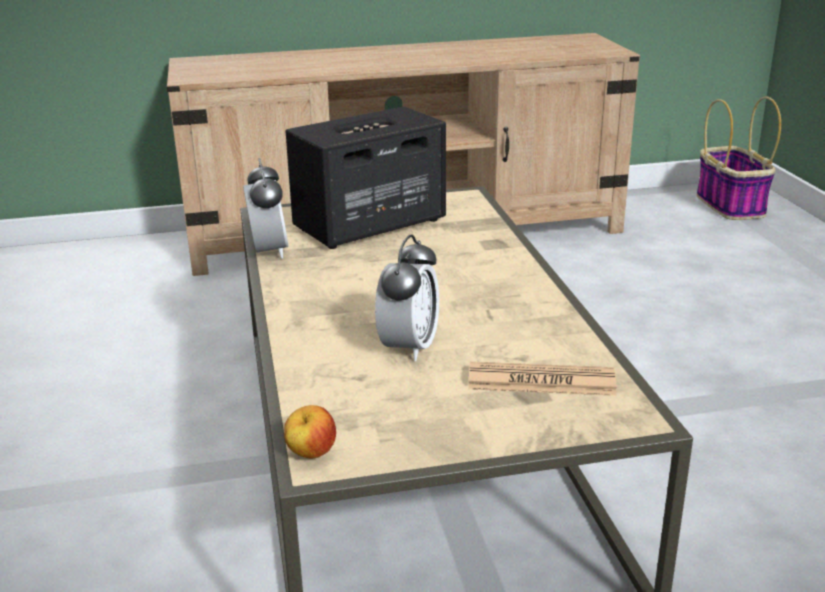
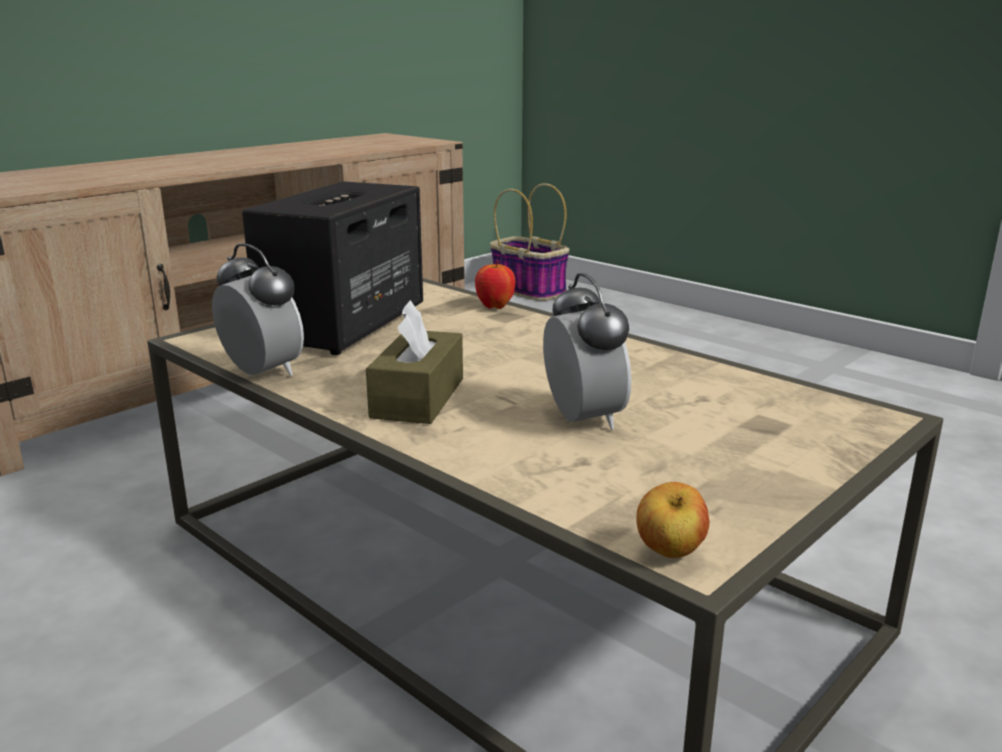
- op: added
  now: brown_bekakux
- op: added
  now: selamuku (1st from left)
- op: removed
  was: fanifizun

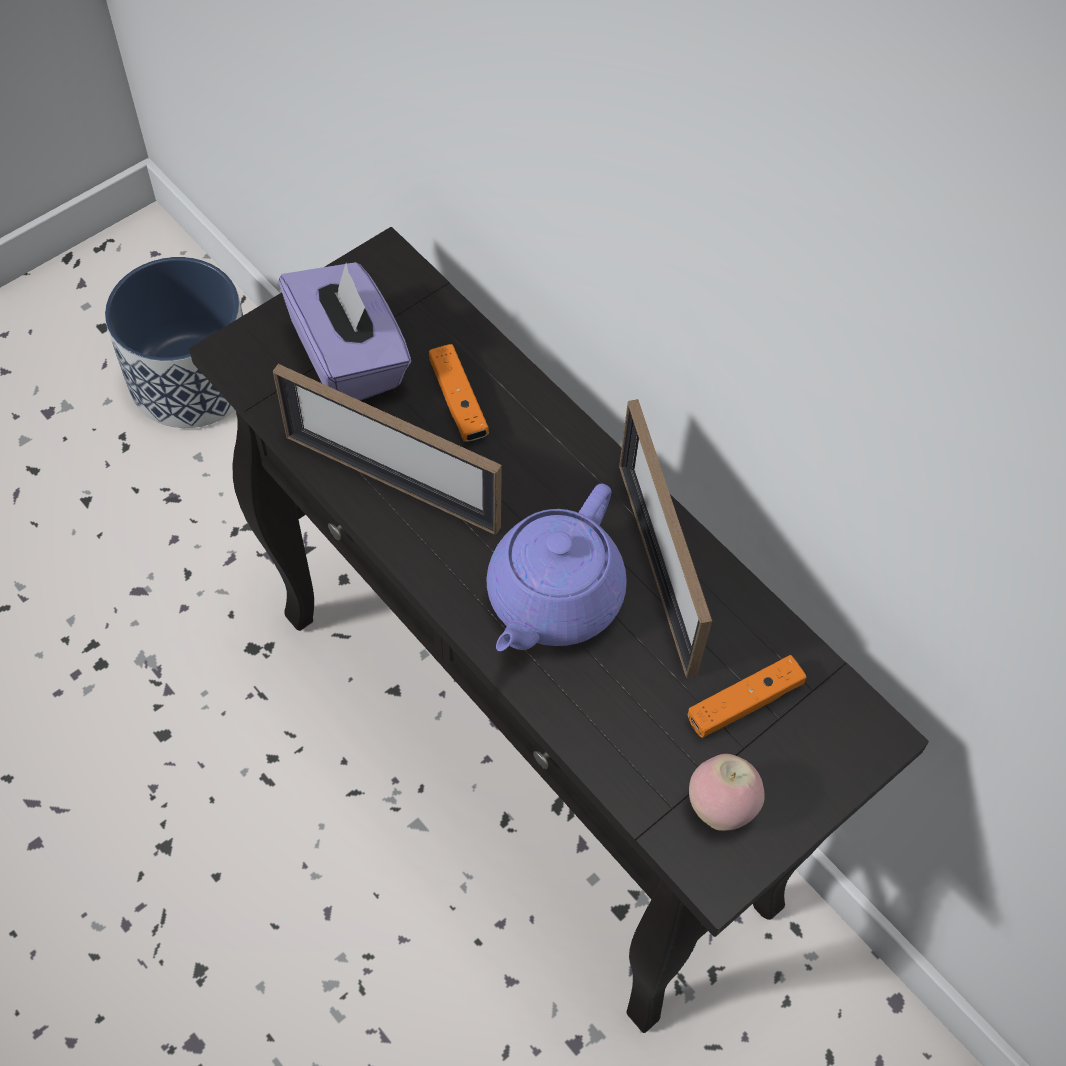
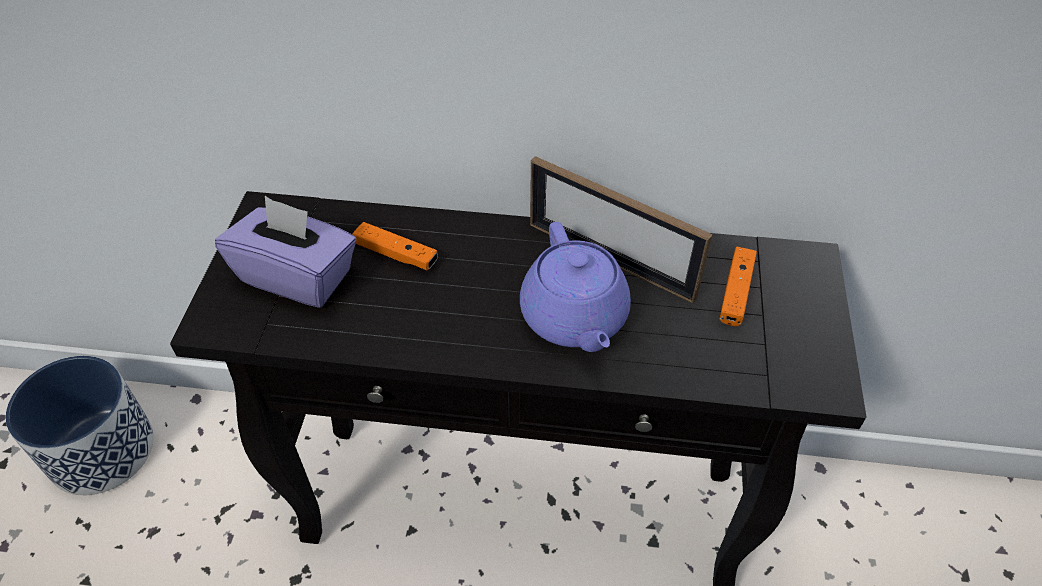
- op: removed
  was: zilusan (1st from left)
- op: removed
  was: selamuku

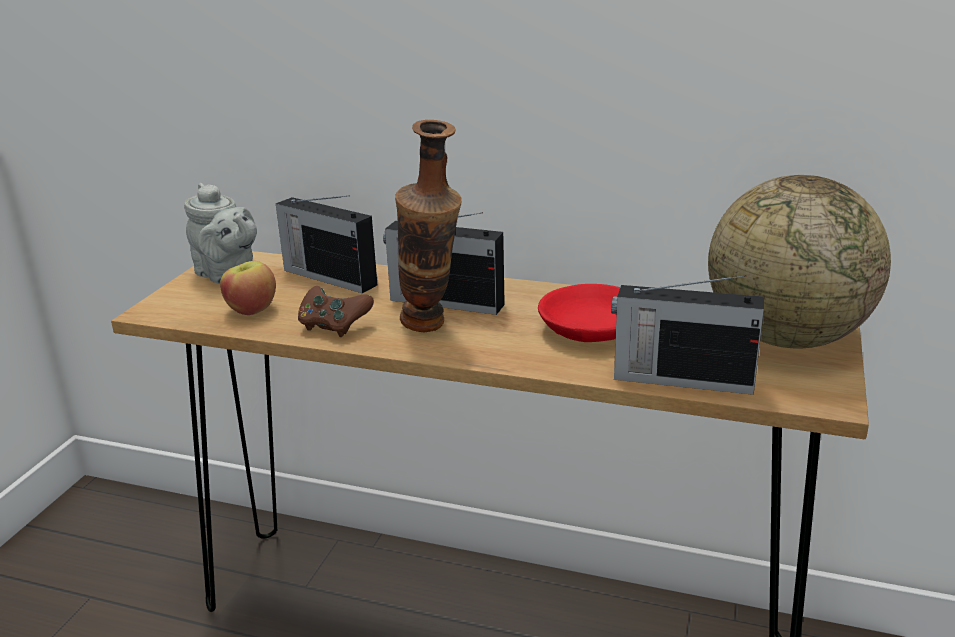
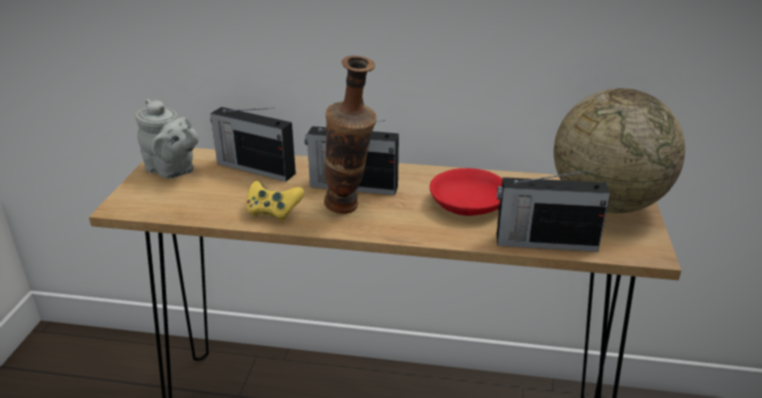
- op: recoloured
  was: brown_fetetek
  now: yellow_fetetek
- op: removed
  was: selamuku

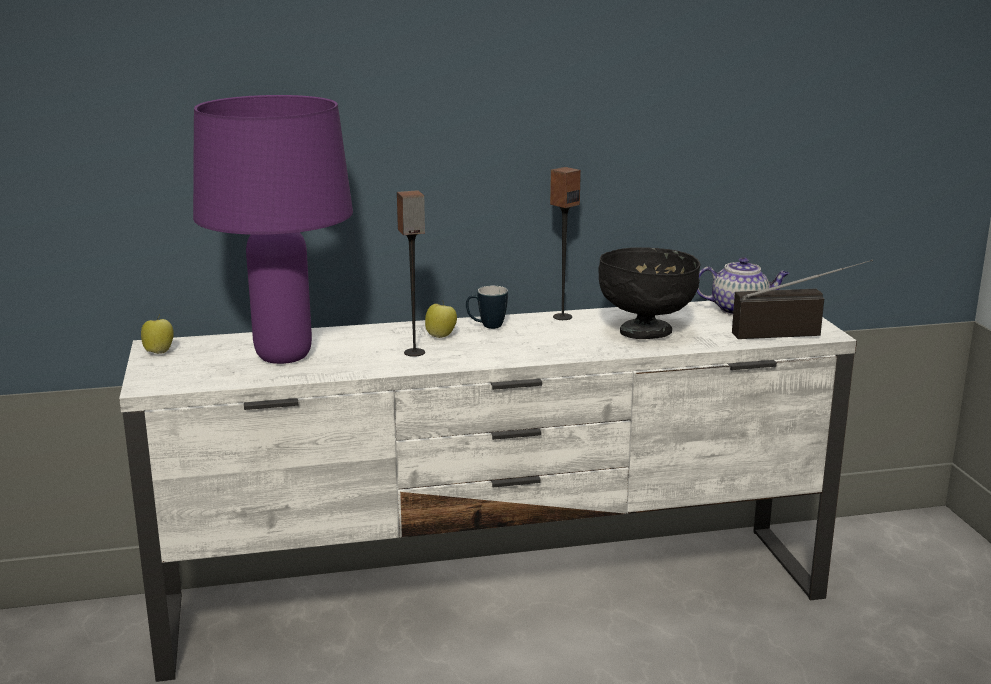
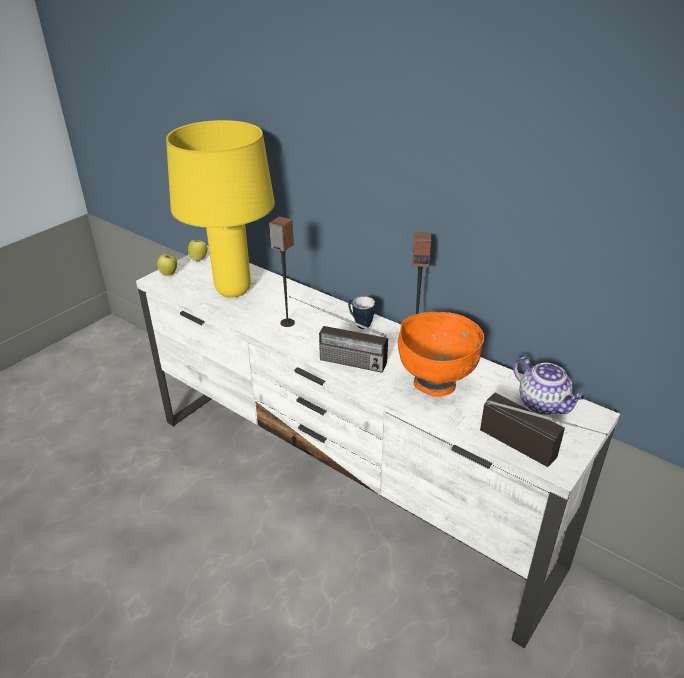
- op: moved
  was: selamuku (2nd from left in the first image)
  now: selamuku (1st from left)
- op: recoloured
  was: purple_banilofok
  now: yellow_banilofok
- op: added
  now: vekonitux (1st from left)
- op: recoloured
  was: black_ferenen
  now: orange_ferenen

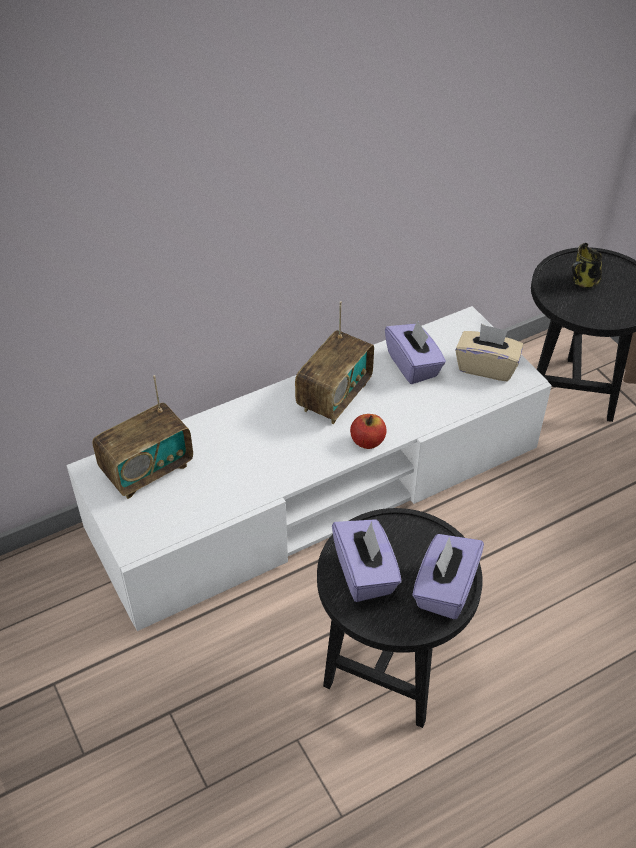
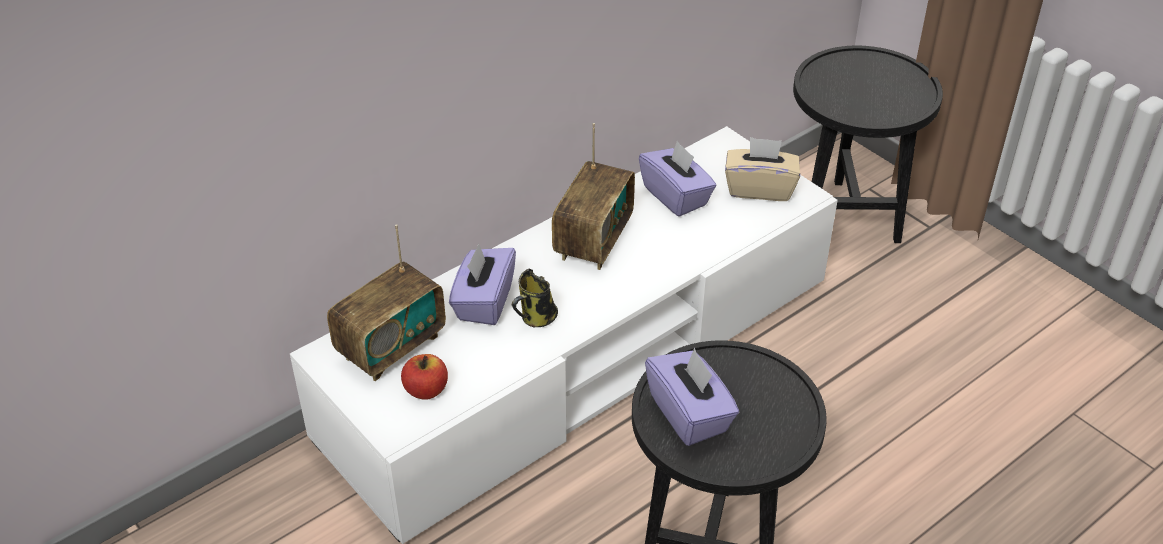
- op: moved
  was: selamuku
- op: moved
  was: purple_bekakux (3rd from left in the first image)
  now: purple_bekakux (1st from left)
- op: moved
  was: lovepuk

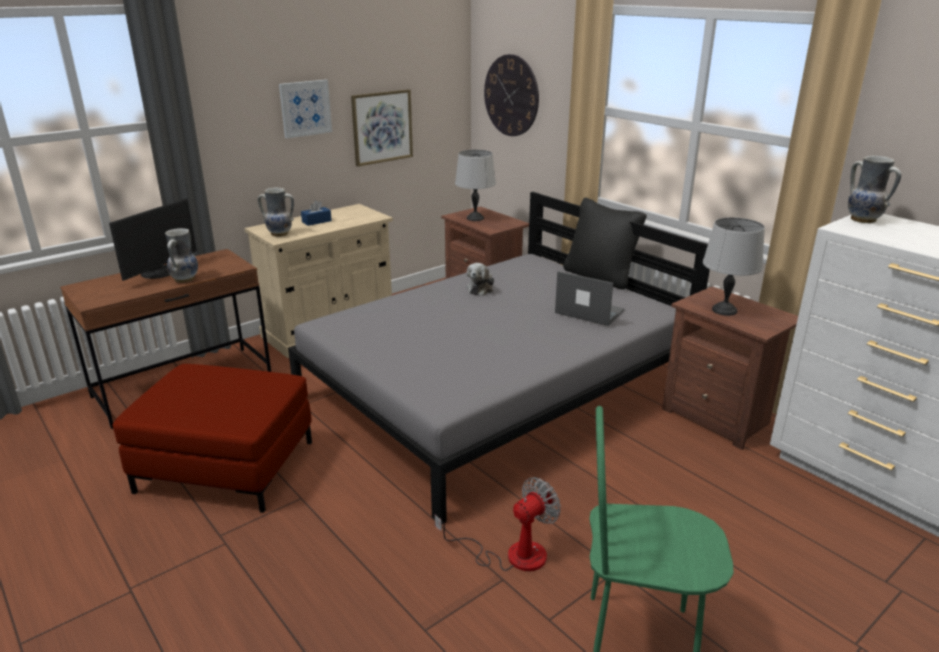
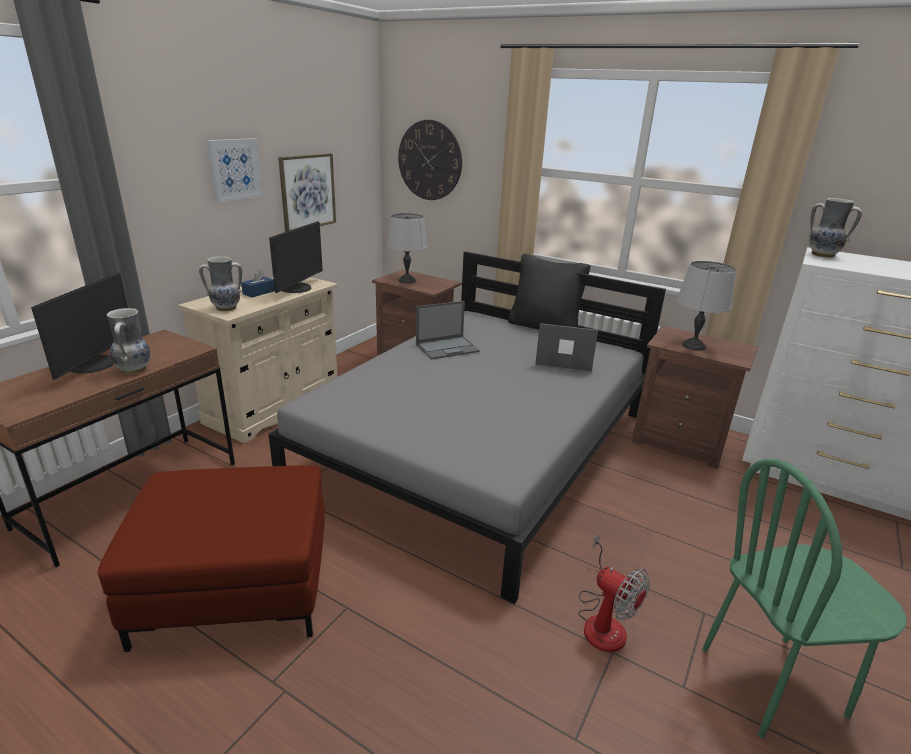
- op: added
  now: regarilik (2nd from left)
- op: replaced
  was: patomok
  now: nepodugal (1st from left)
- op: turned
  was: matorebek
  clockwise: 105

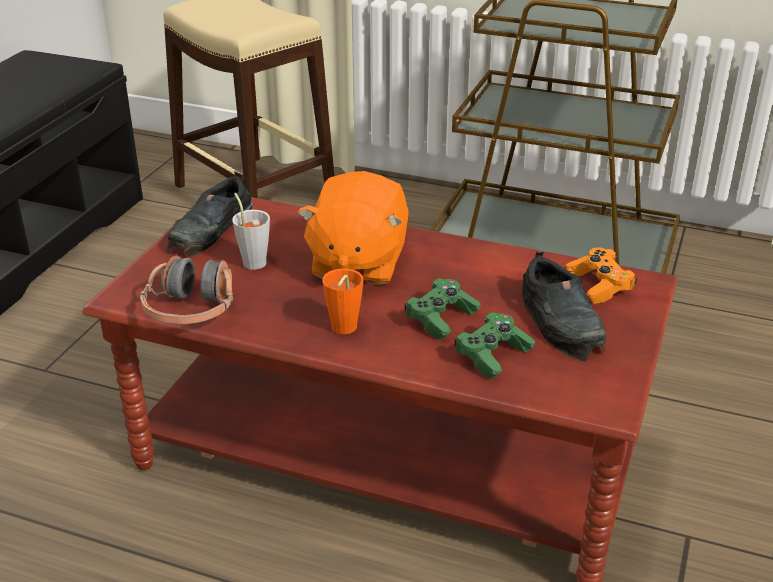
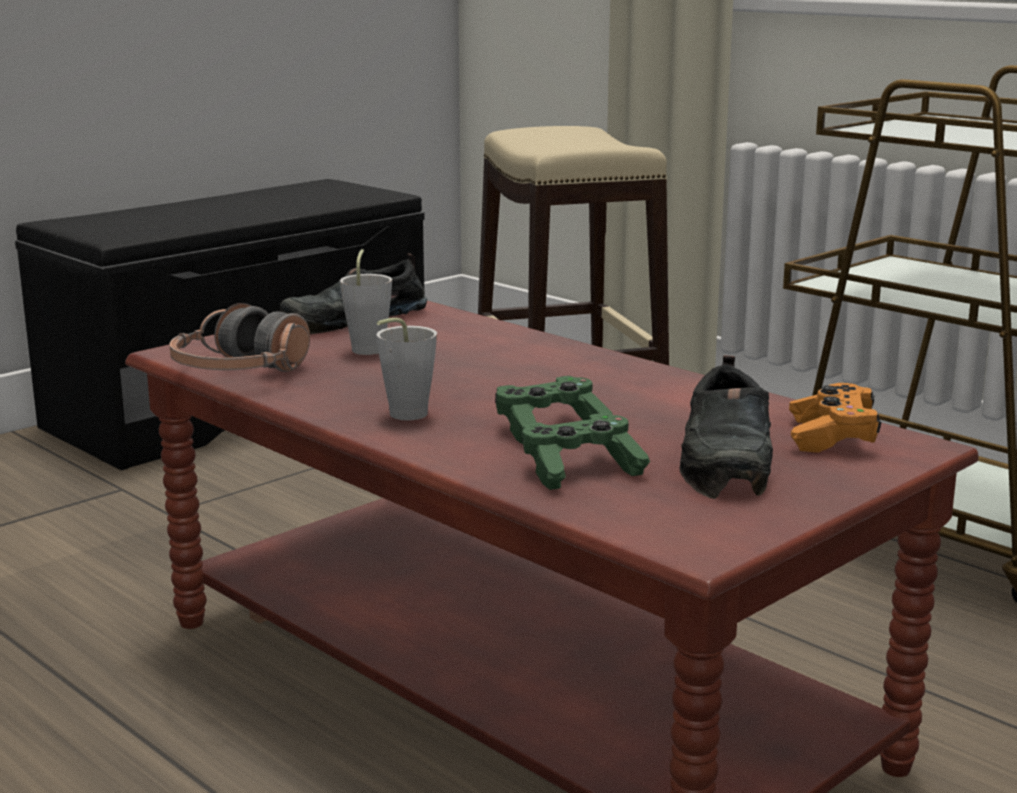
- op: recoloured
  was: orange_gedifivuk
  now: grey_gedifivuk (2nd from left)
- op: removed
  was: orange_patomok

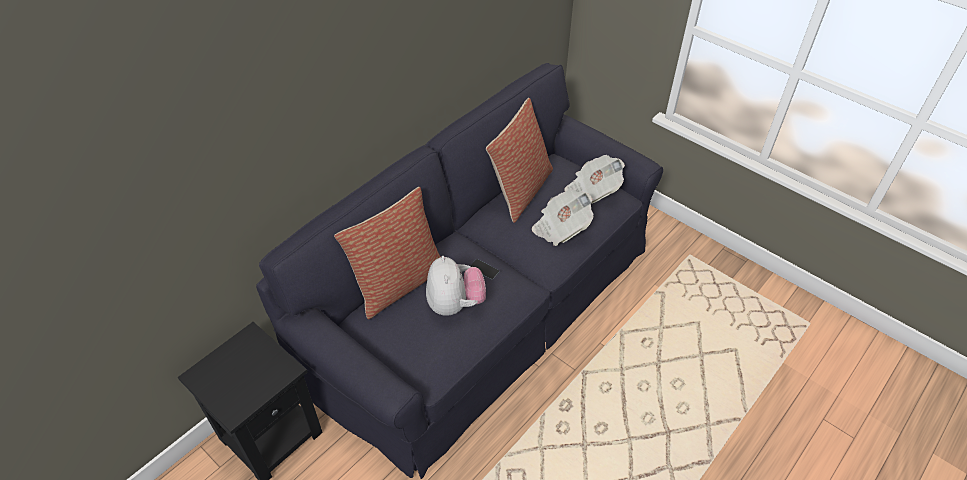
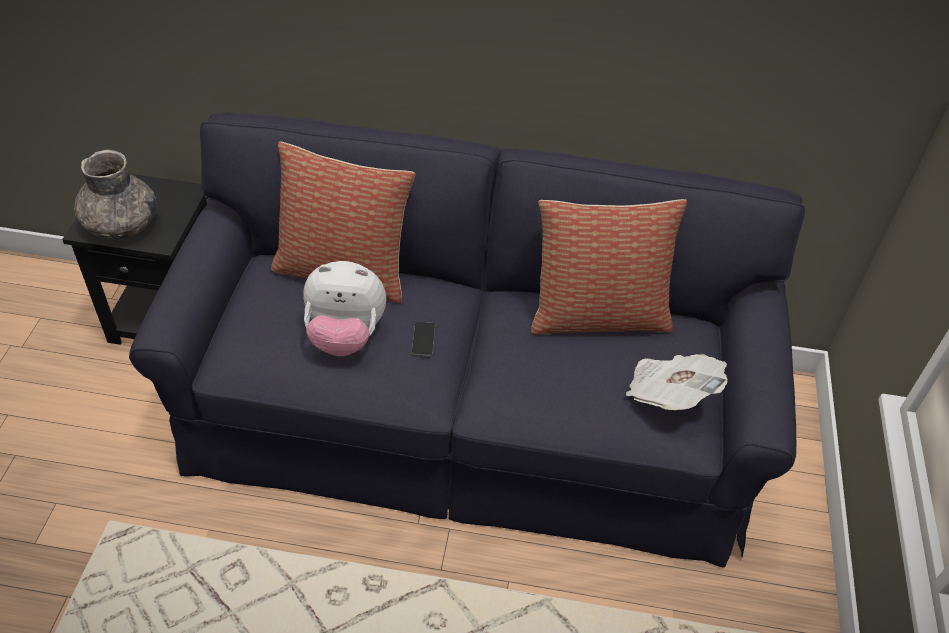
- op: added
  now: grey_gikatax
- op: turned
  was: patomok
  clockwise: 45
- op: removed
  was: fanifizun (1st from left)

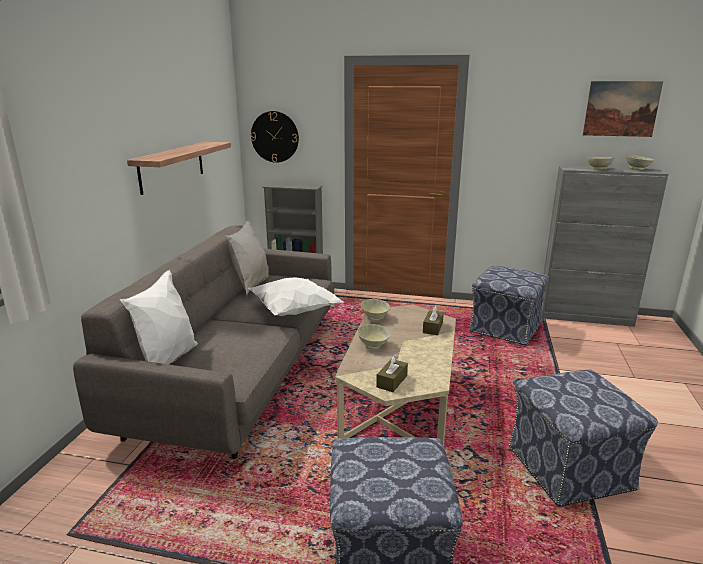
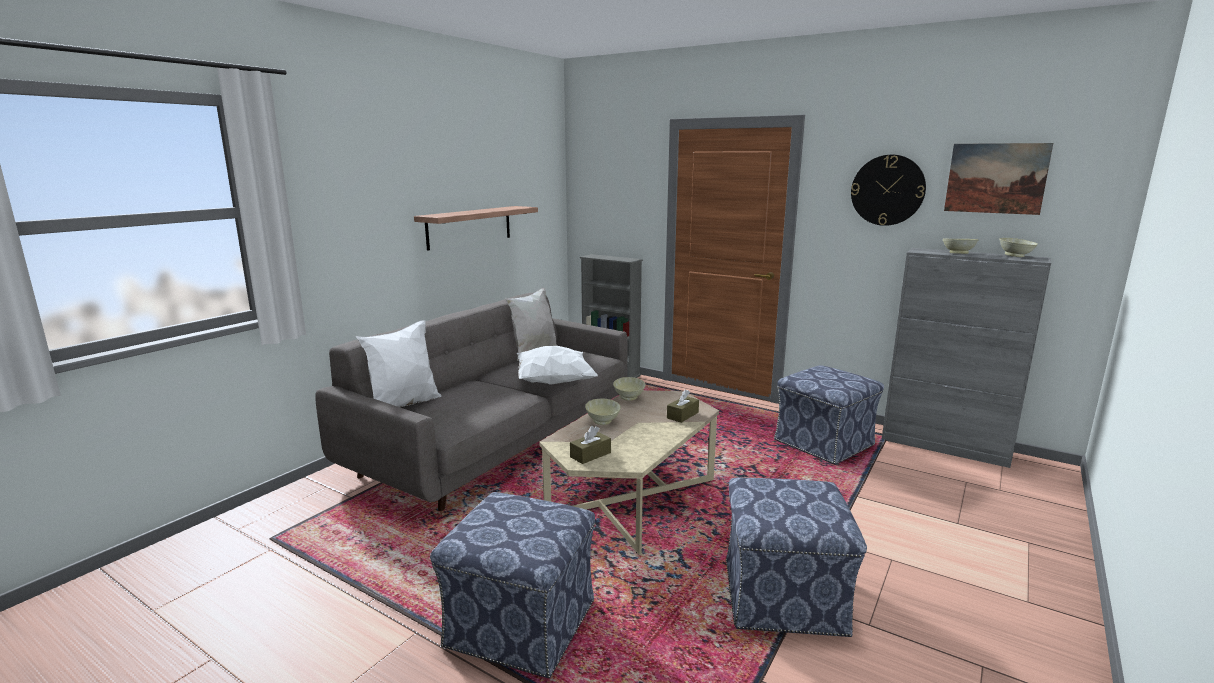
- op: moved
  was: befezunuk

